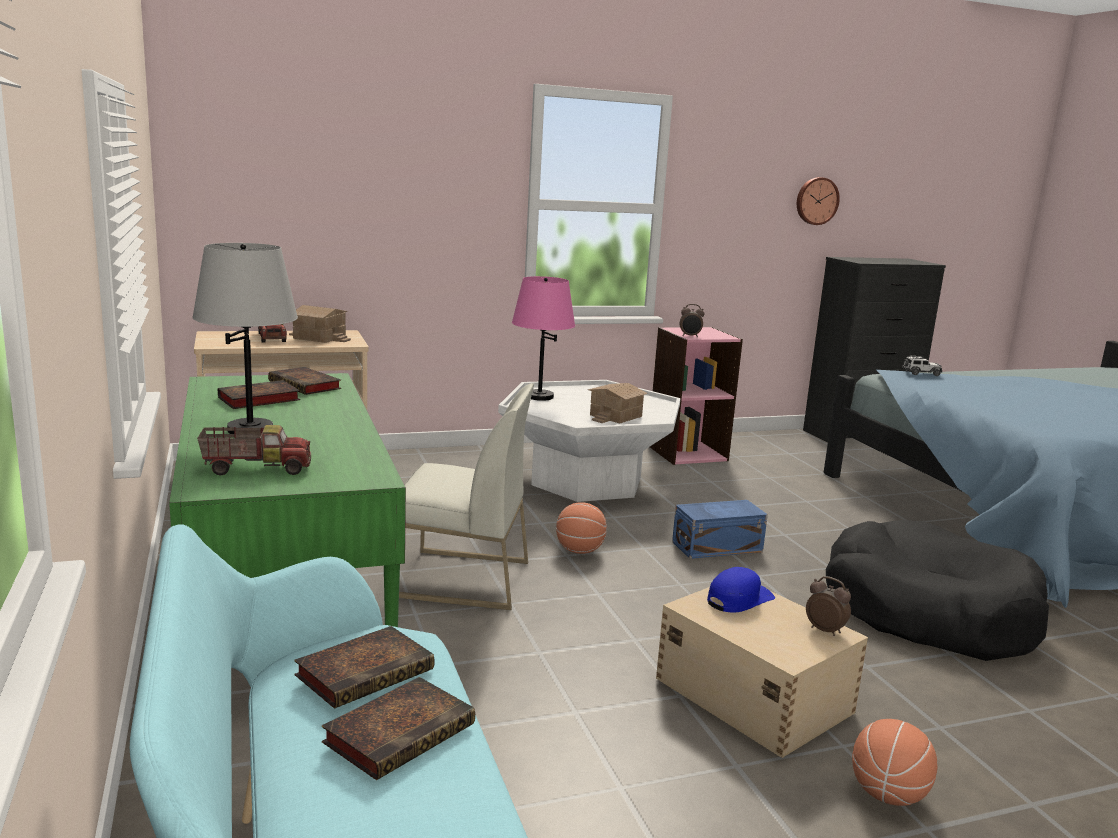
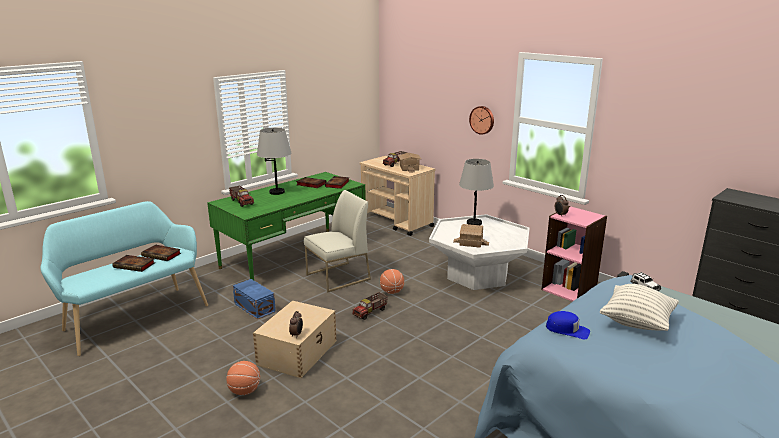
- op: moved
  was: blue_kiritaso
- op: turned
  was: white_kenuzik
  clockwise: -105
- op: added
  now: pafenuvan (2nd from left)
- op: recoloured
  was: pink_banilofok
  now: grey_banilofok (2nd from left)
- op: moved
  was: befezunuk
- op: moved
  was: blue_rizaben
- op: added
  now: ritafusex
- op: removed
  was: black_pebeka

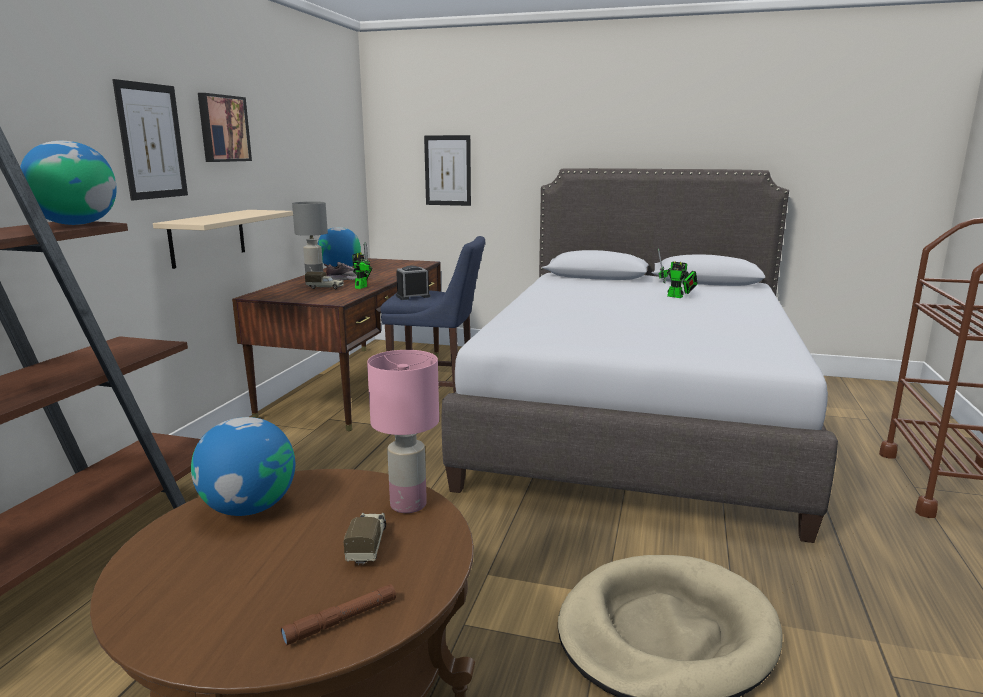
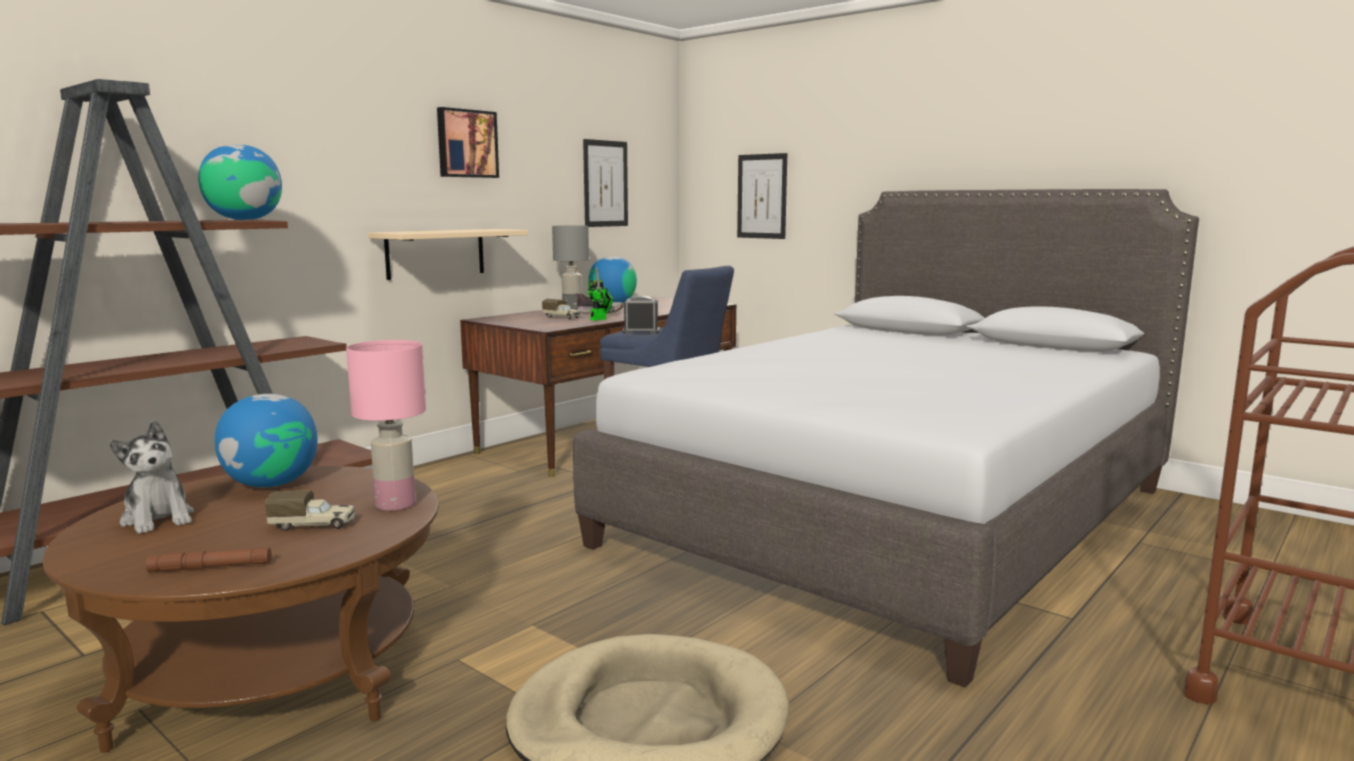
- op: added
  now: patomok
- op: turned
  was: pafenuvan (2nd from left in the first image)
  clockwise: 60
- op: moved
  was: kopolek (1st from left in the first image)
  now: kopolek (2nd from left)
- op: removed
  was: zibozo (2nd from left)

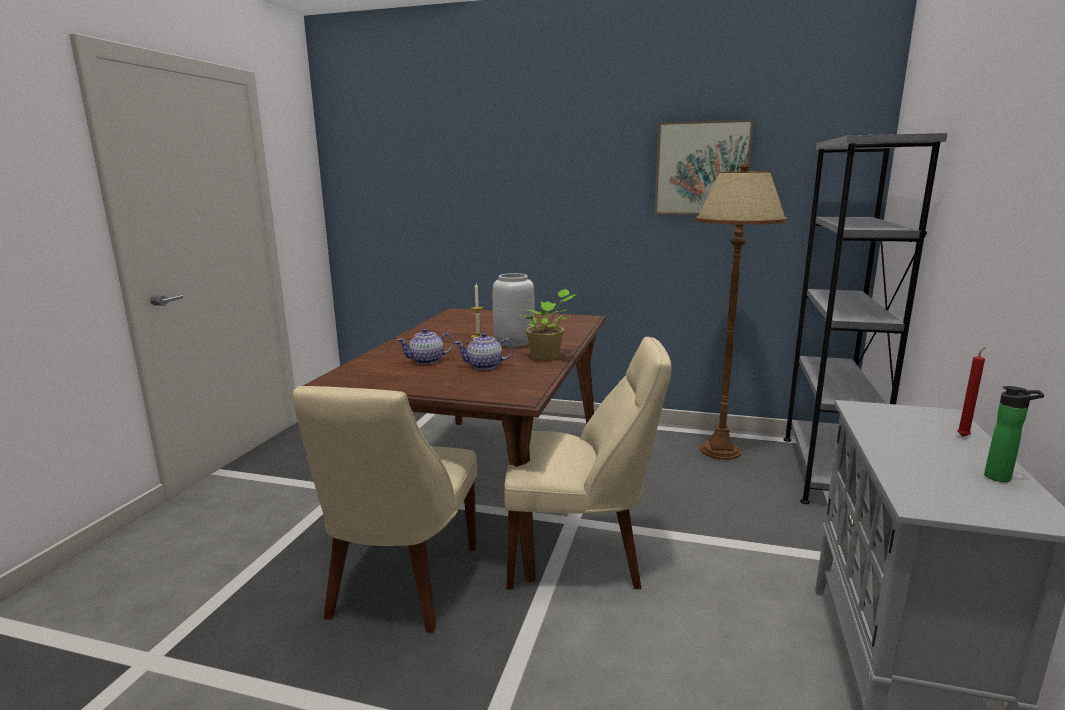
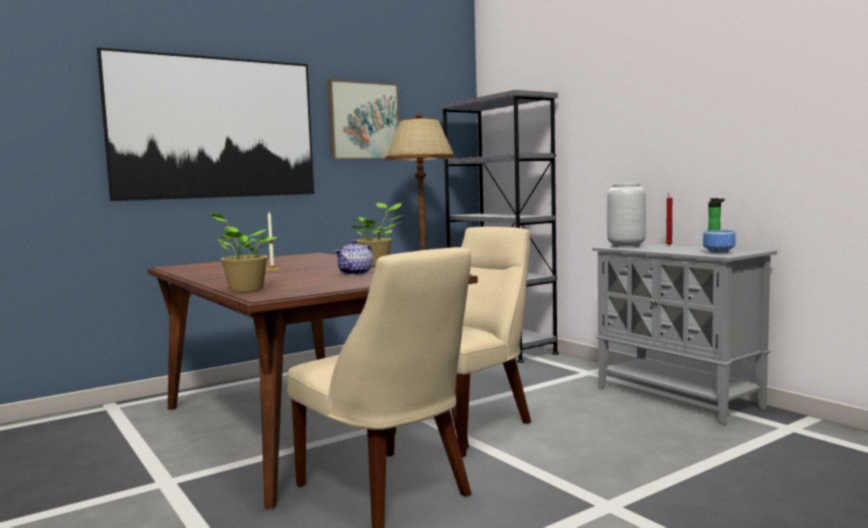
- op: added
  now: kopolek (1st from left)
- op: added
  now: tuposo (1st from left)
- op: moved
  was: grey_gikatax
- op: added
  now: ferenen
- op: removed
  was: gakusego (1st from left)

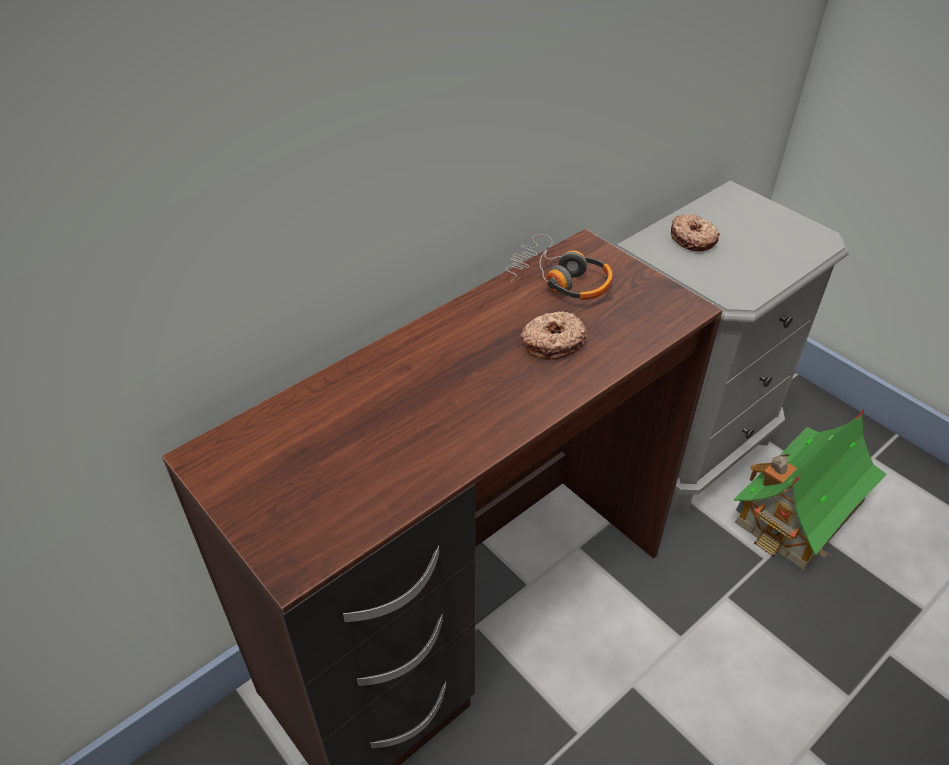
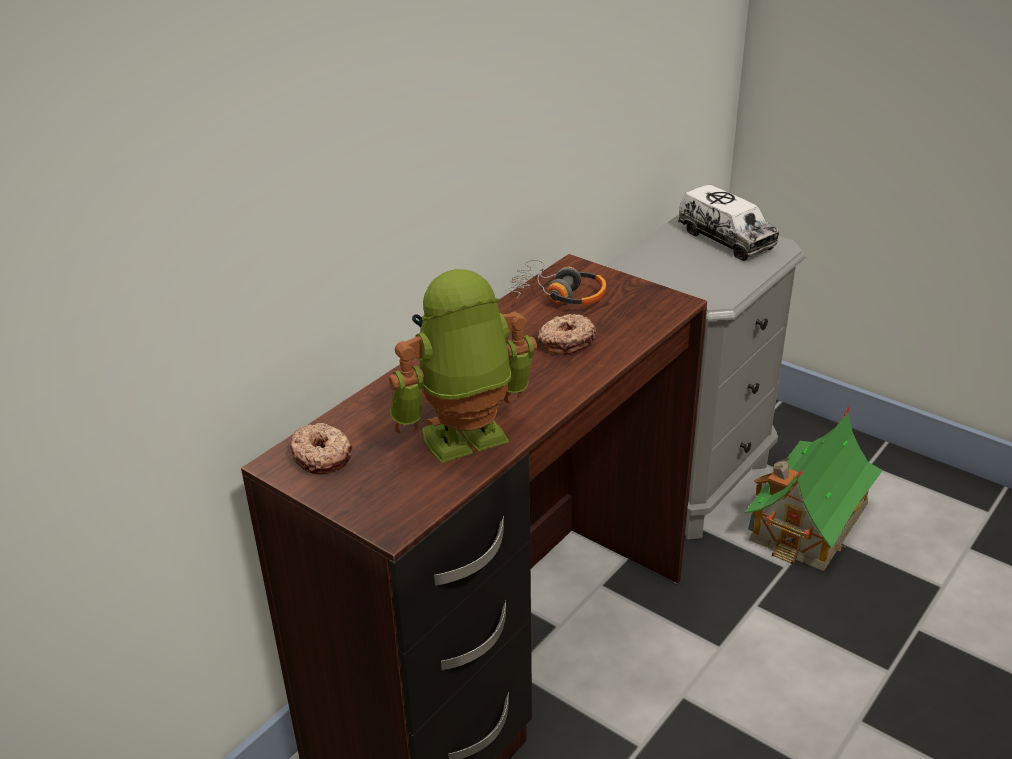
- op: moved
  was: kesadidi (2nd from left in the first image)
  now: kesadidi (1st from left)
- op: added
  now: zibozo
- op: added
  now: pafenuvan

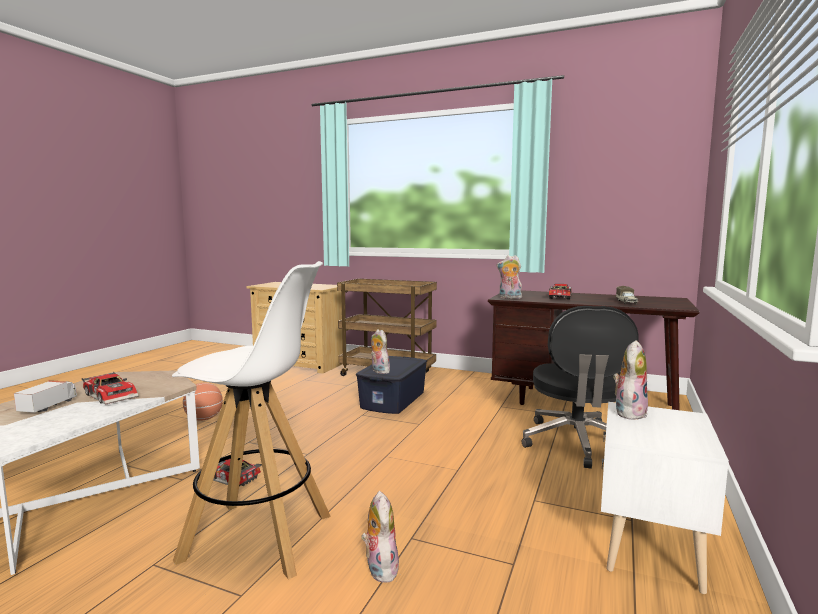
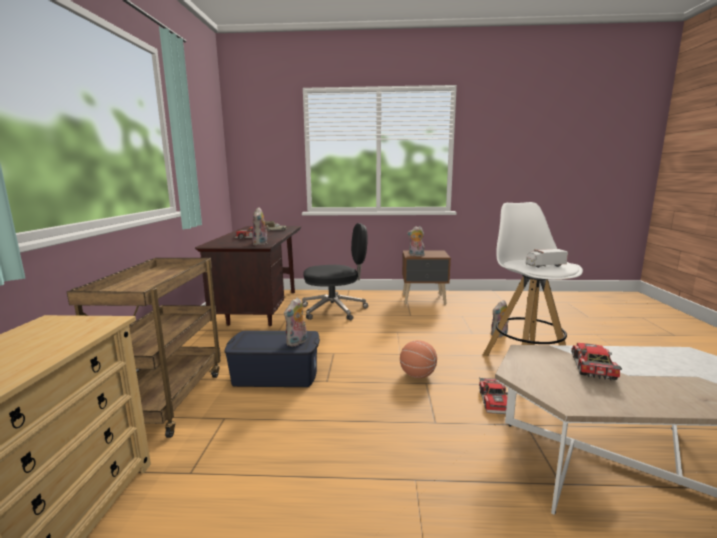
- op: moved
  was: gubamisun
- op: recoloured
  was: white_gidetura
  now: brown_gidetura
- op: moved
  was: pafenuvan (1st from left in the first image)
  now: pafenuvan (2nd from left)

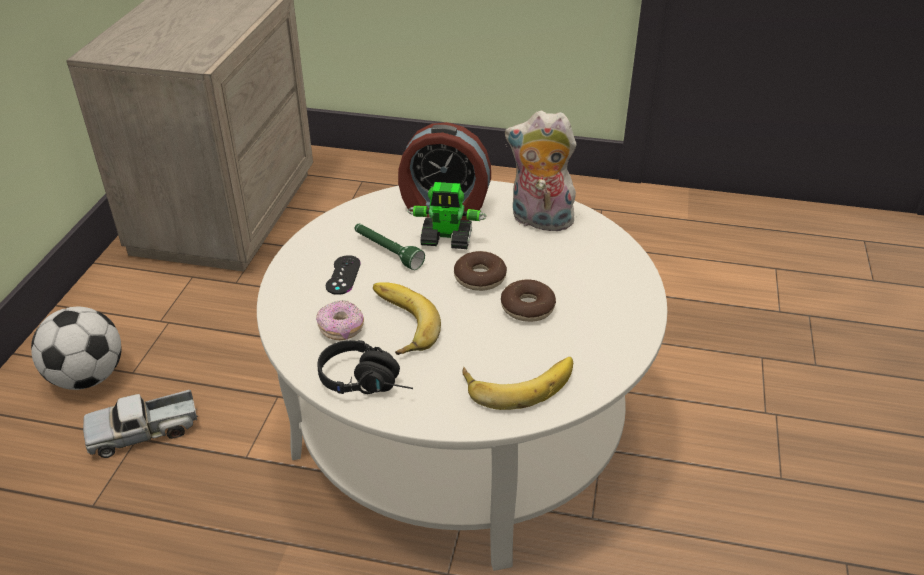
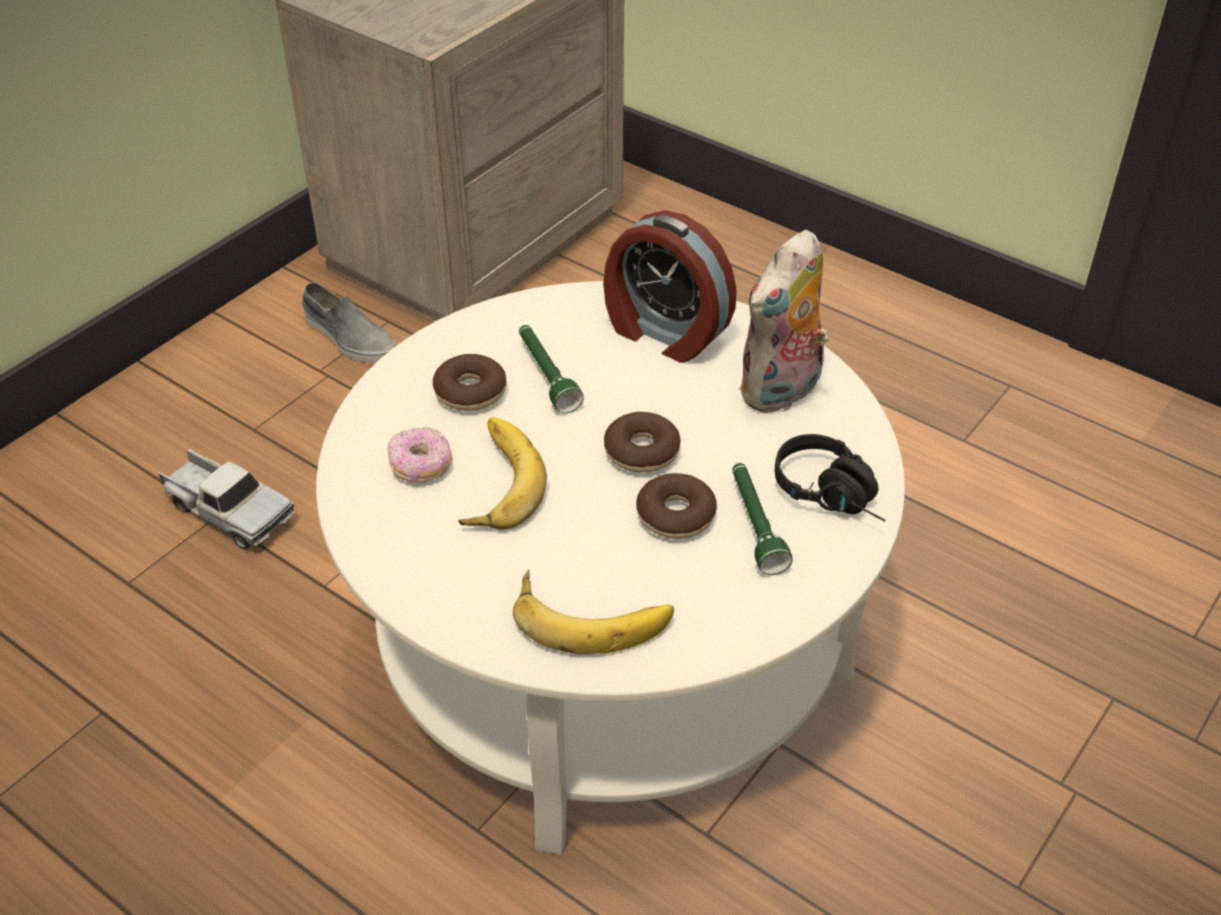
- op: turned
  was: pafenuvan
  clockwise: -150
- op: added
  now: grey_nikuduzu
- op: replaced
  was: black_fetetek
  now: kesadidi (2nd from left)
- op: added
  now: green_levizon (2nd from left)
- op: turned
  was: patomok
  clockwise: -90
- op: moved
  was: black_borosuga
- op: removed
  was: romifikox
- op: removed
  was: zibozo

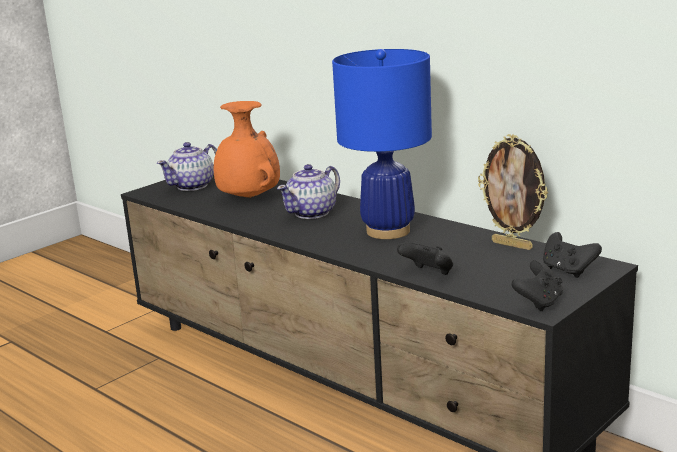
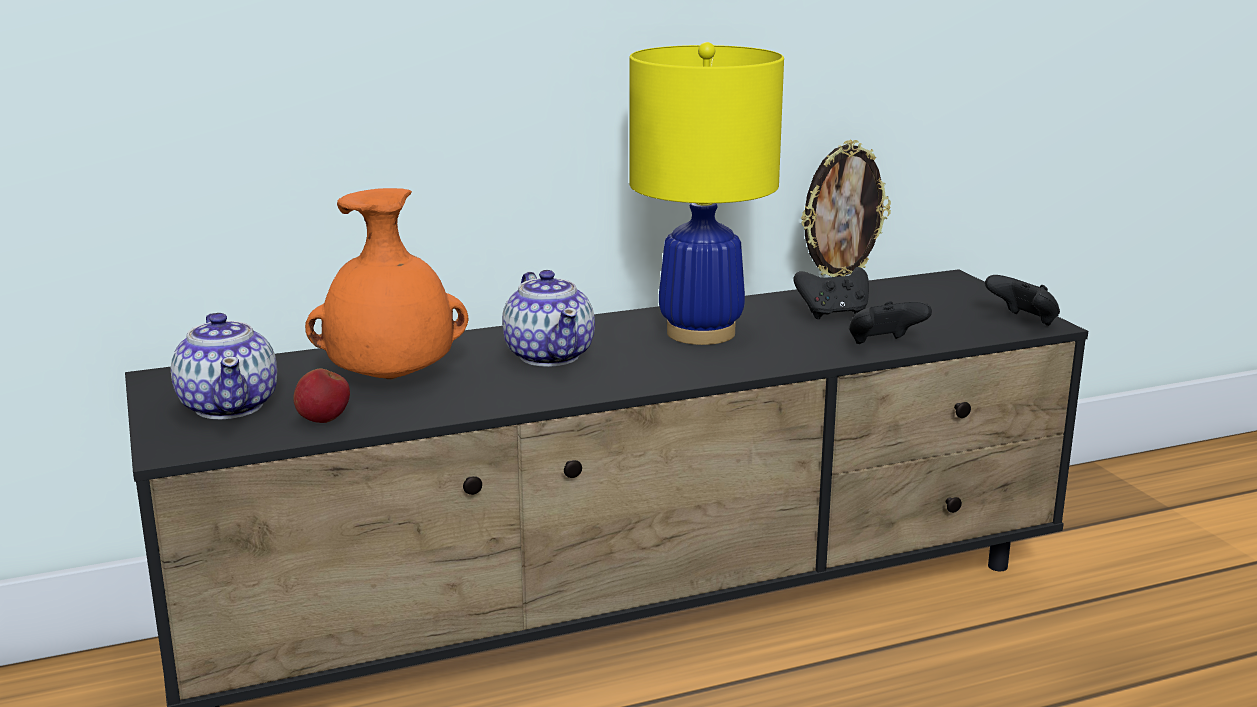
- op: added
  now: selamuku
- op: recoloured
  was: blue_banilofok
  now: yellow_banilofok
- op: moved
  was: black_fetetek (3rd from left in the first image)
  now: black_fetetek (1st from left)

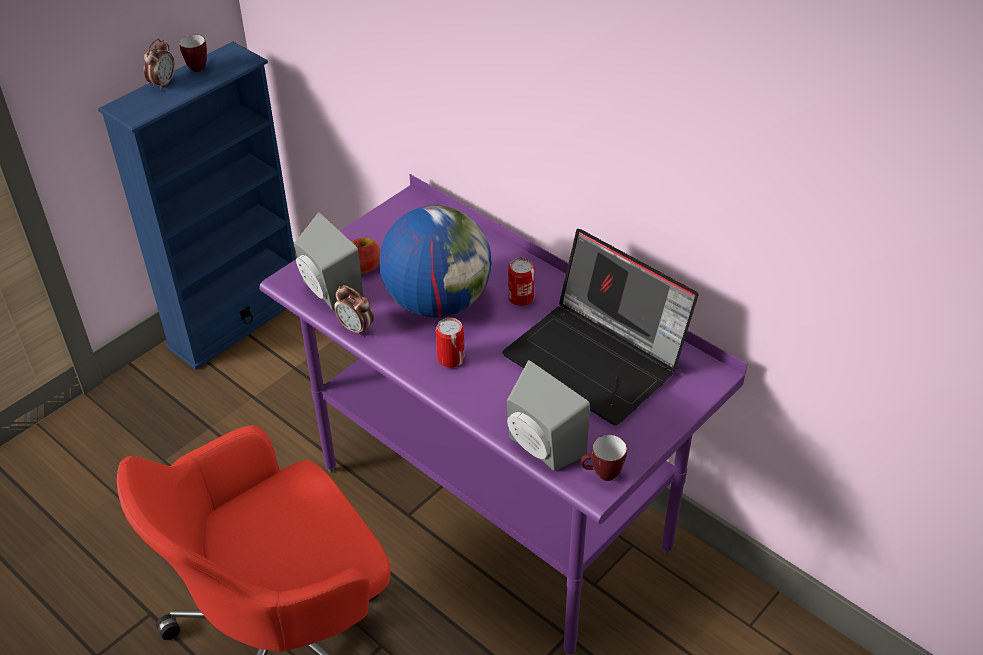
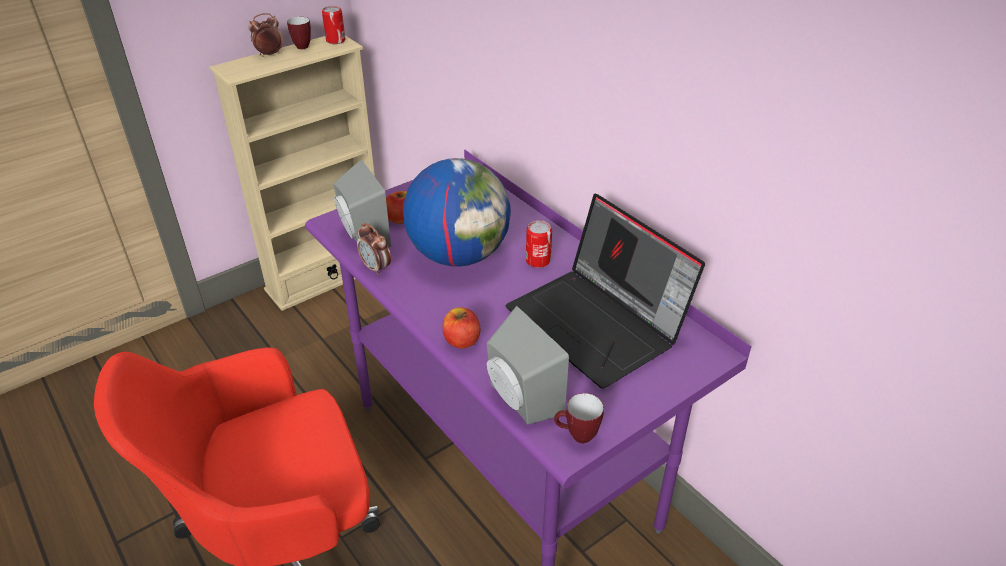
- op: recoloured
  was: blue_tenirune
  now: beige_tenirune
- op: turned
  was: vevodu (1st from left)
  clockwise: -150
- op: moved
  was: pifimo (1st from left)
- op: added
  now: selamuku (2nd from left)

